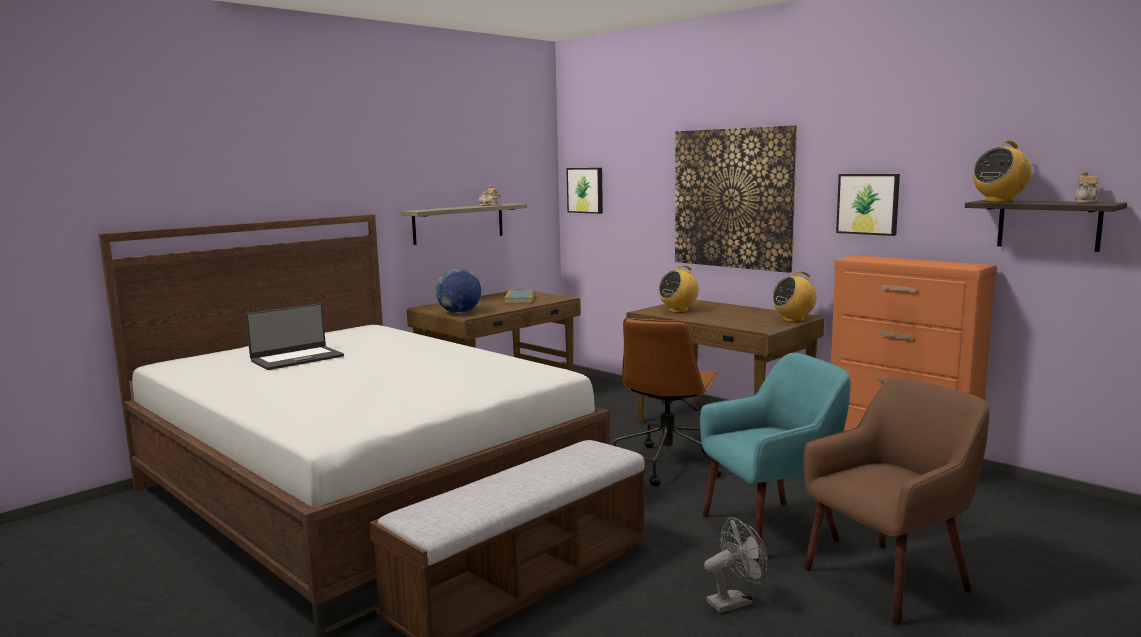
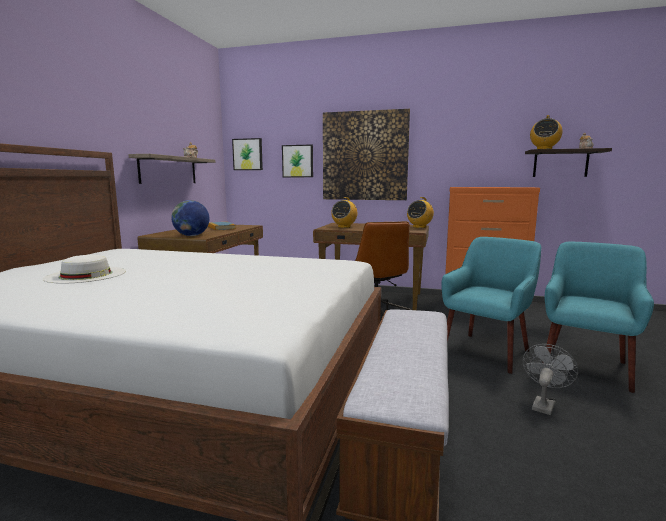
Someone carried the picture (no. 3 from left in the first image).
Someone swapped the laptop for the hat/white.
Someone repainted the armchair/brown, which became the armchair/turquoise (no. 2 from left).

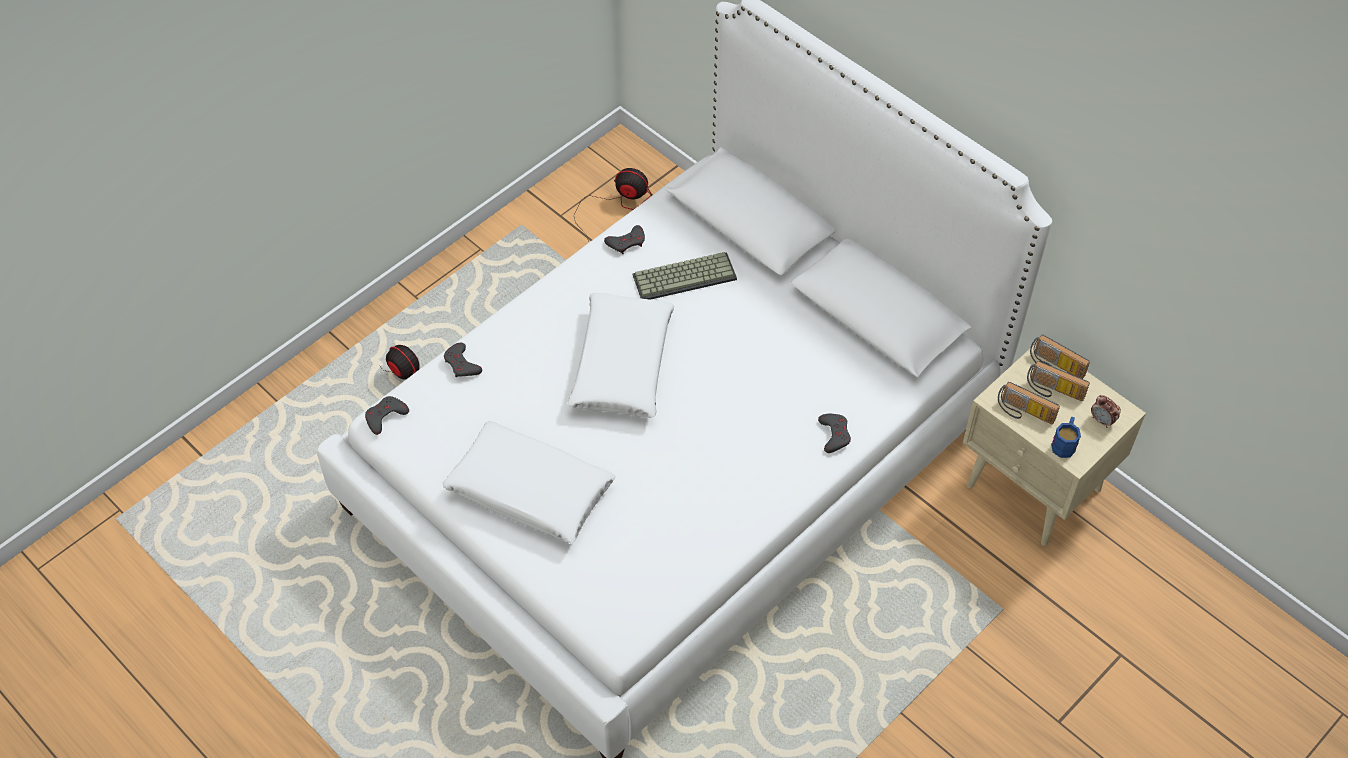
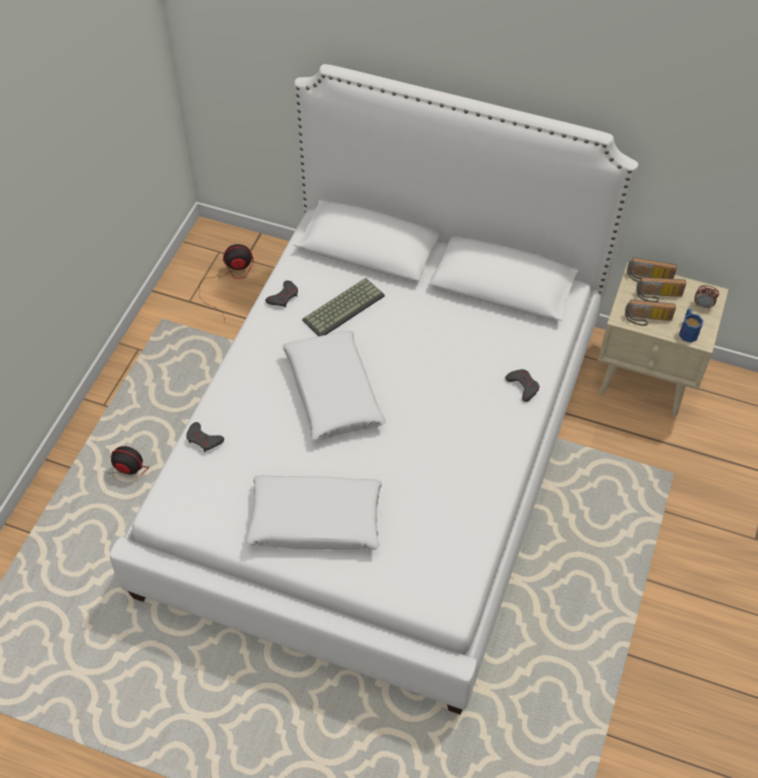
Someone took away the game controller/grey (no. 1 from left).

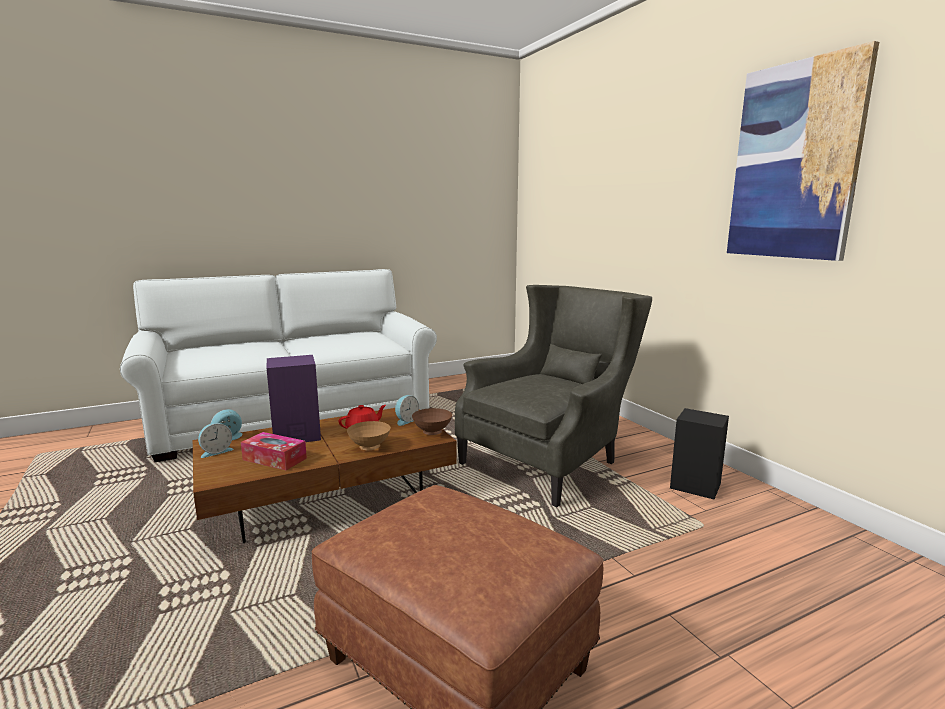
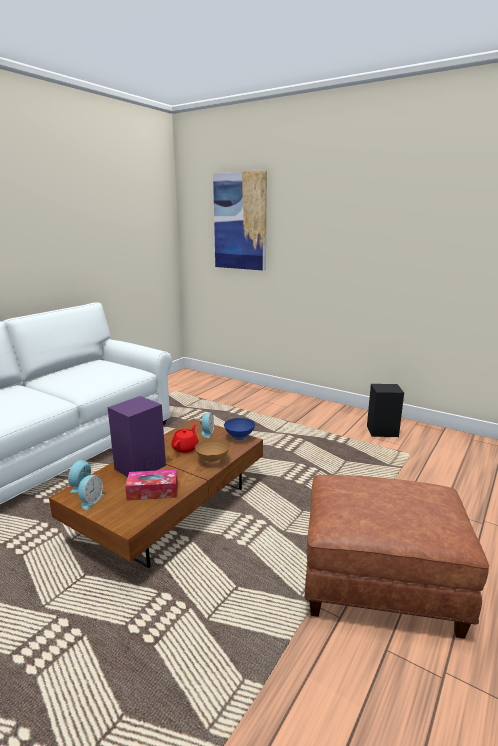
Someone carried the picture.
Someone took away the armchair/grey.
Someone repainted the bowl/brown (no. 2 from left), which became the bowl/blue.

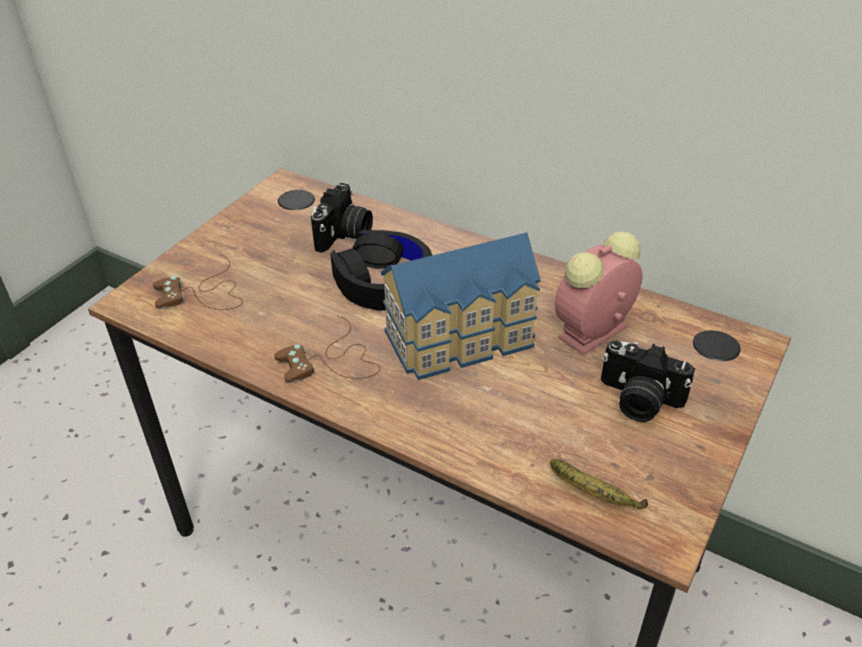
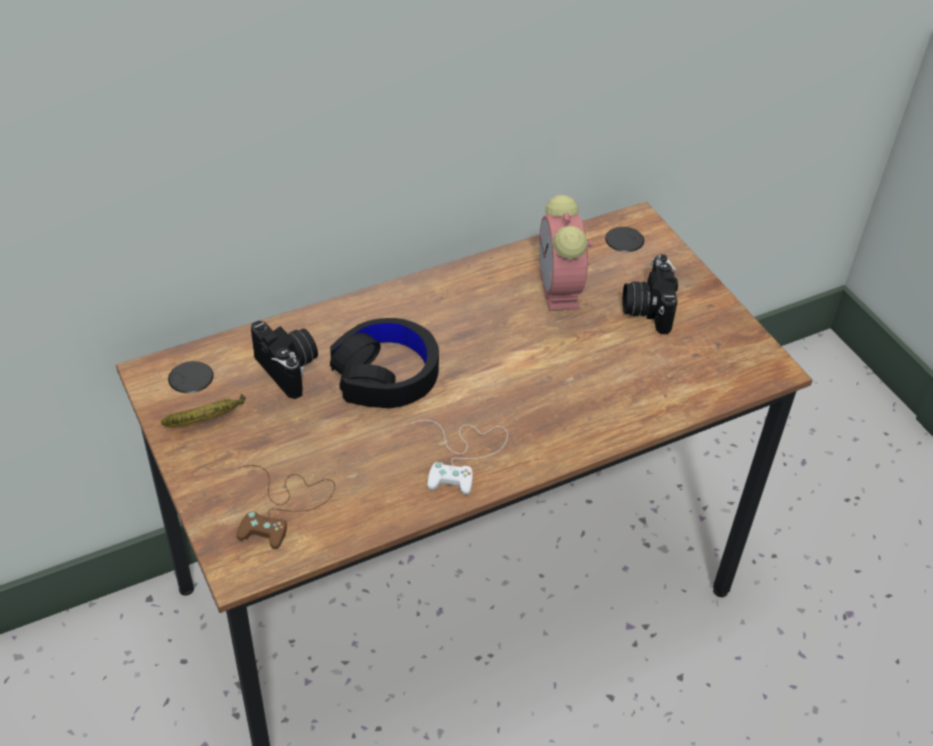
Someone took away the toy house.
Someone repainted the game controller/brown (no. 2 from left), which became the game controller/white.
Someone rotated the photo camera (no. 2 from left) by 120 degrees clockwise.
Someone carried the banana.

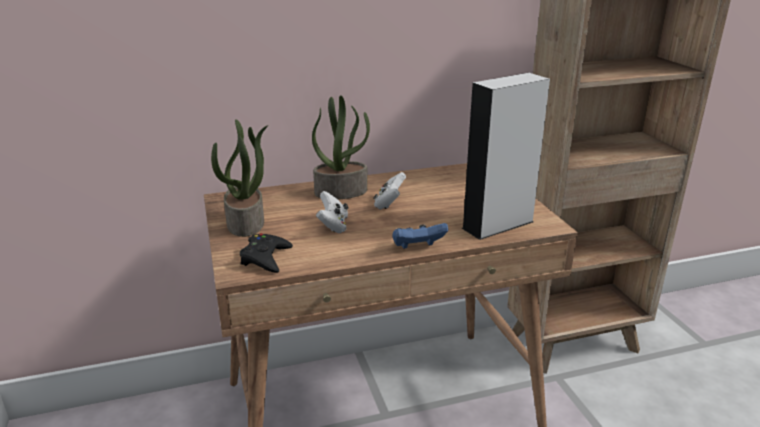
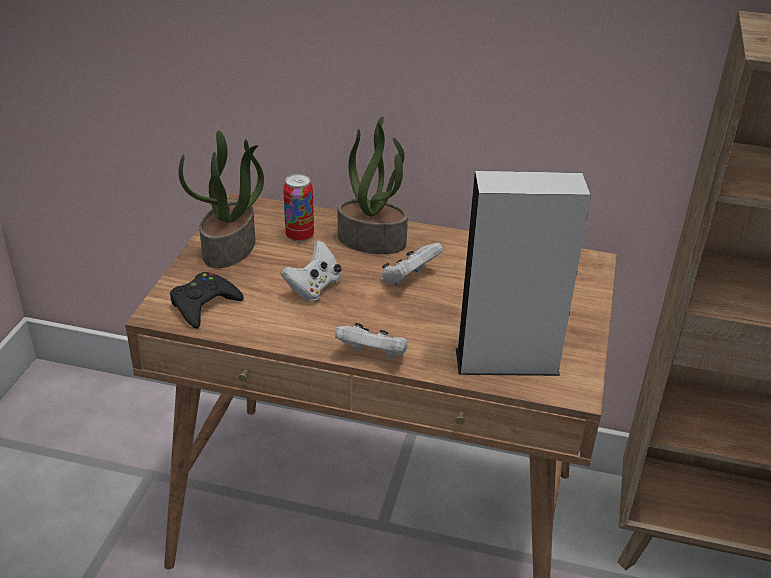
Someone repainted the game controller/blue, which became the game controller/white (no. 2 from left).
Someone put down the can.

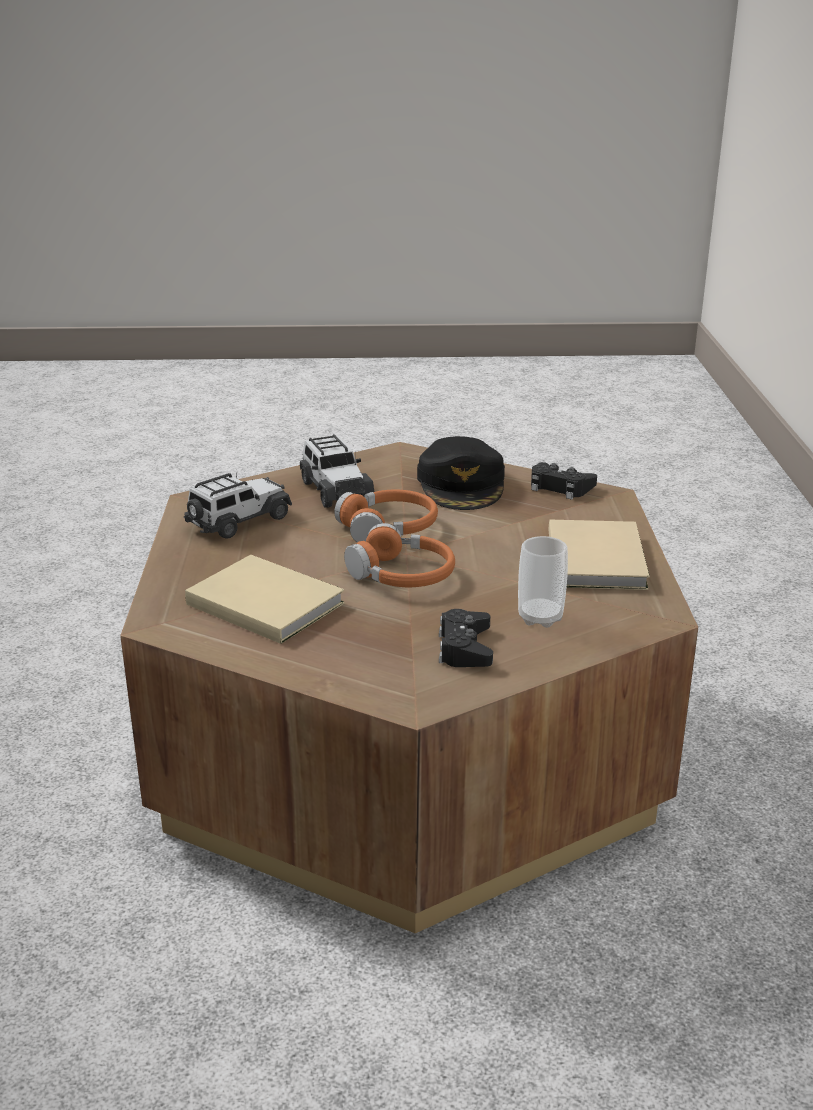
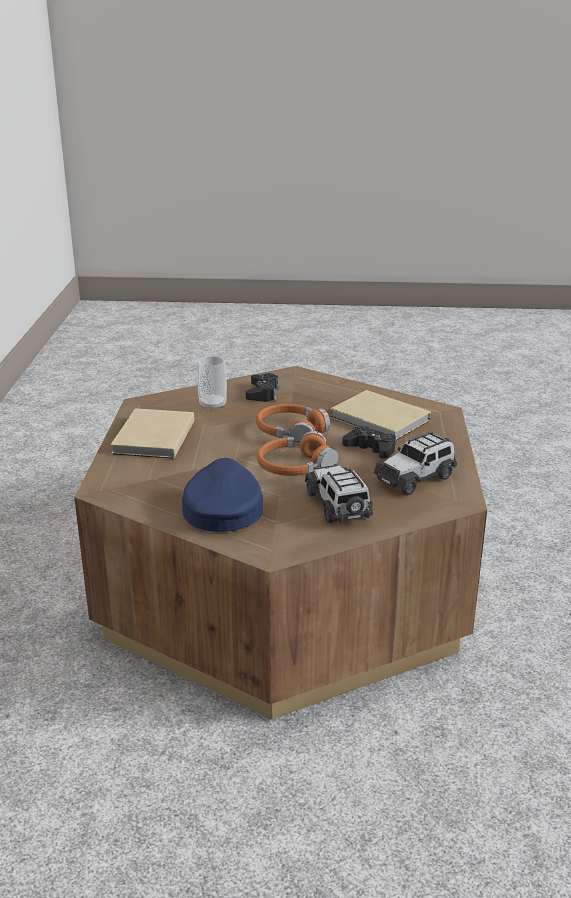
Someone repainted the cap/black, which became the cap/blue.
Someone carried the game controller/black (no. 2 from left).

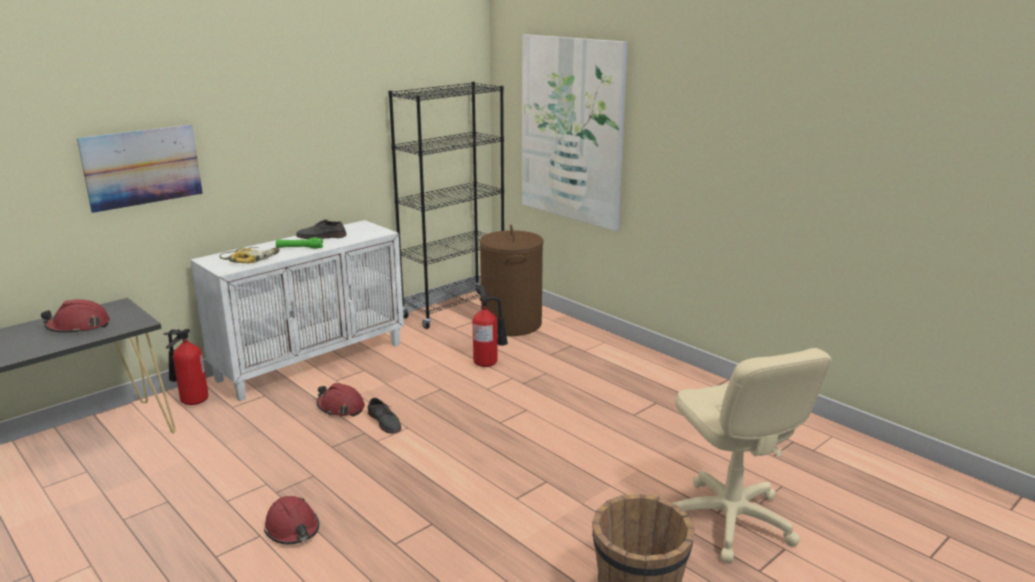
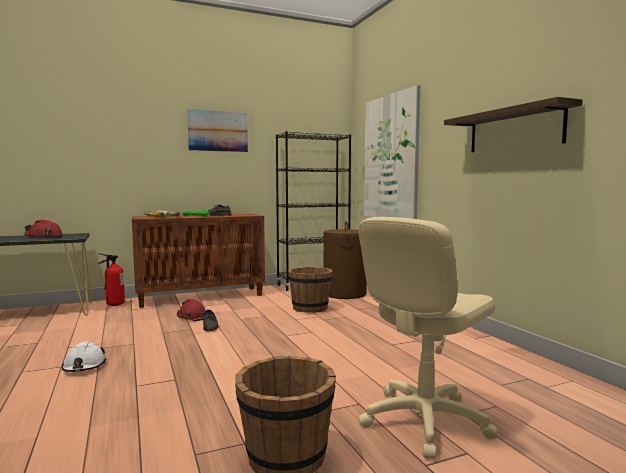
Someone carried the picture (no. 1 from left).
Someone repainted the cabinet/white, which became the cabinet/brown.
Someone swapped the fire extinguisher (no. 2 from left) for the bucket/brown (no. 2 from left).
Someone rotated the office chair/beige by 45 degrees clockwise.
Someone repainted the hard hat/red (no. 2 from left), which became the hard hat/white.
Someone put up the shelf.

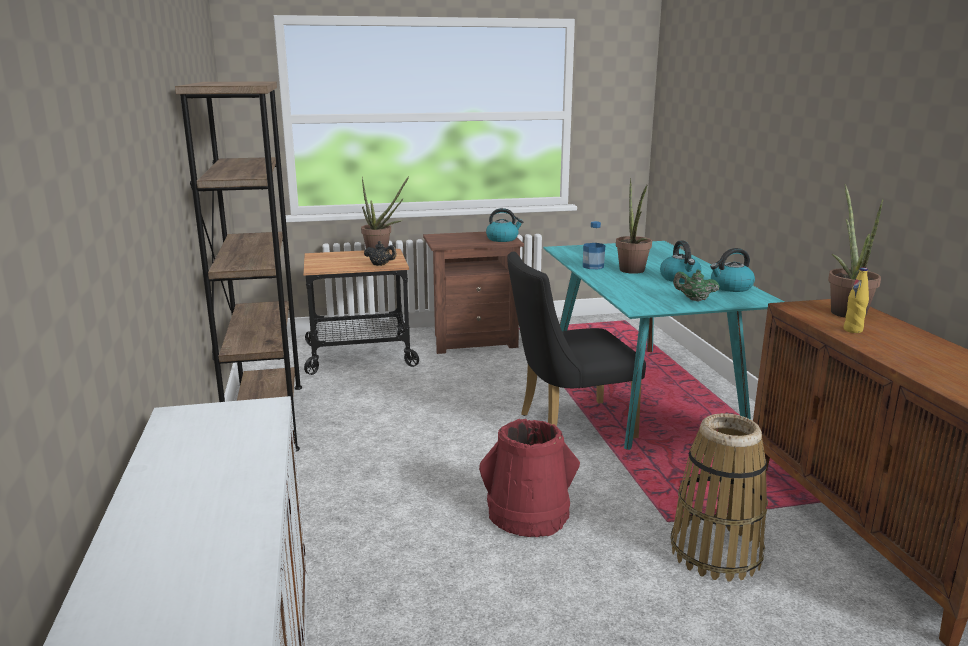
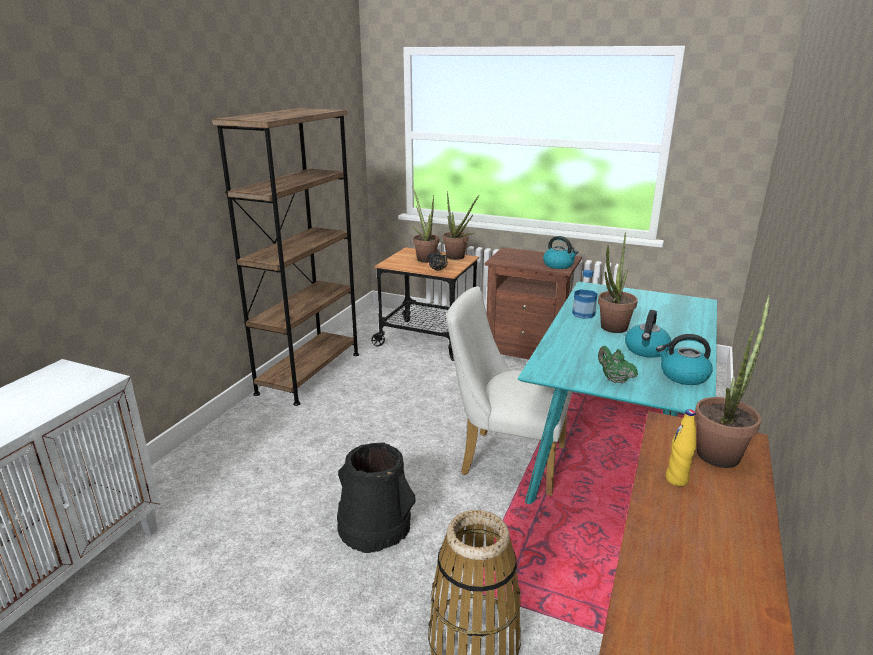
Someone repainted the chair/black, which became the chair/white.
Someone repainted the bucket/red, which became the bucket/black.
Someone put down the potted plant (no. 1 from left).

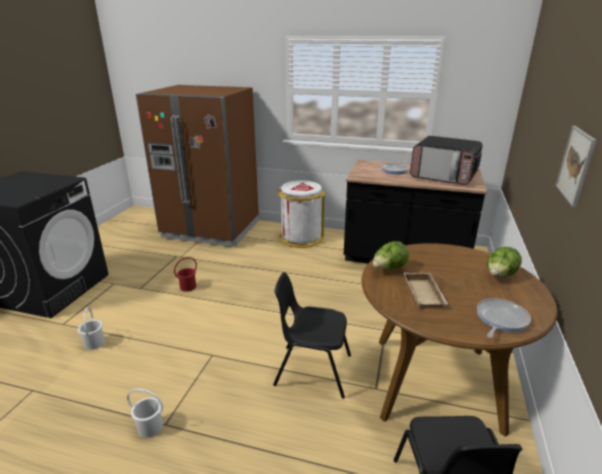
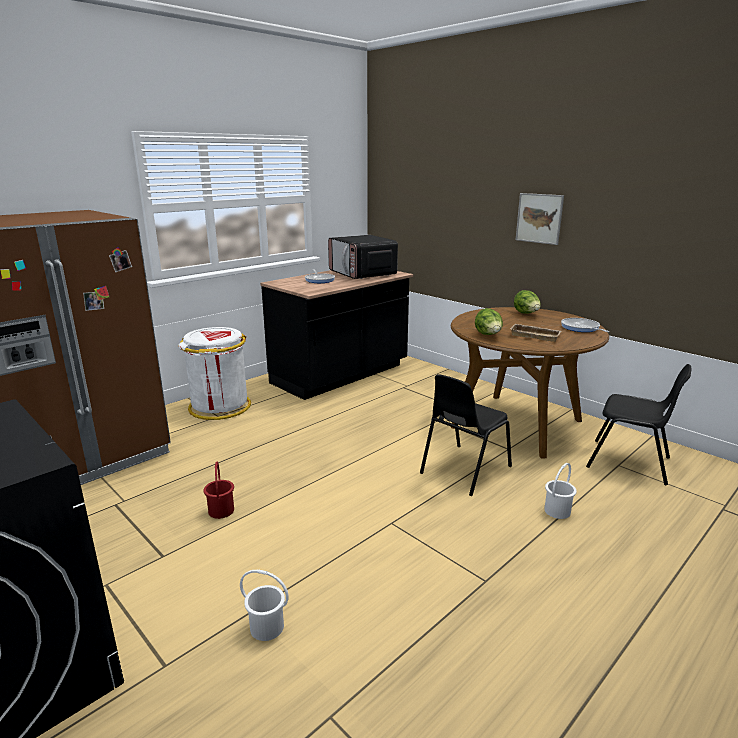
Someone rotated the microwave by 90 degrees clockwise.
Someone carried the bucket/white (no. 2 from left).

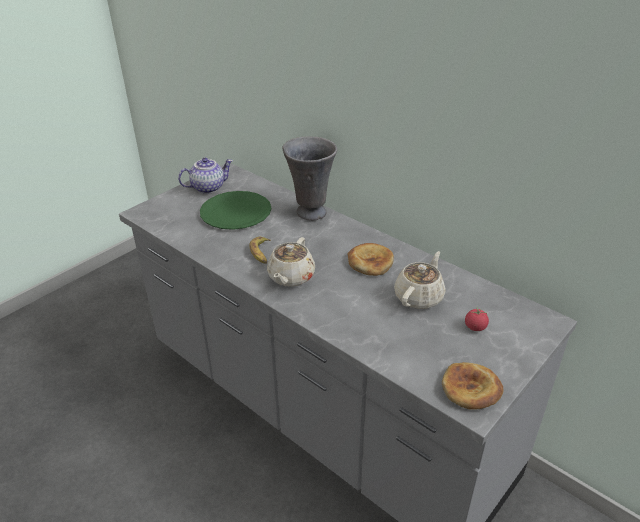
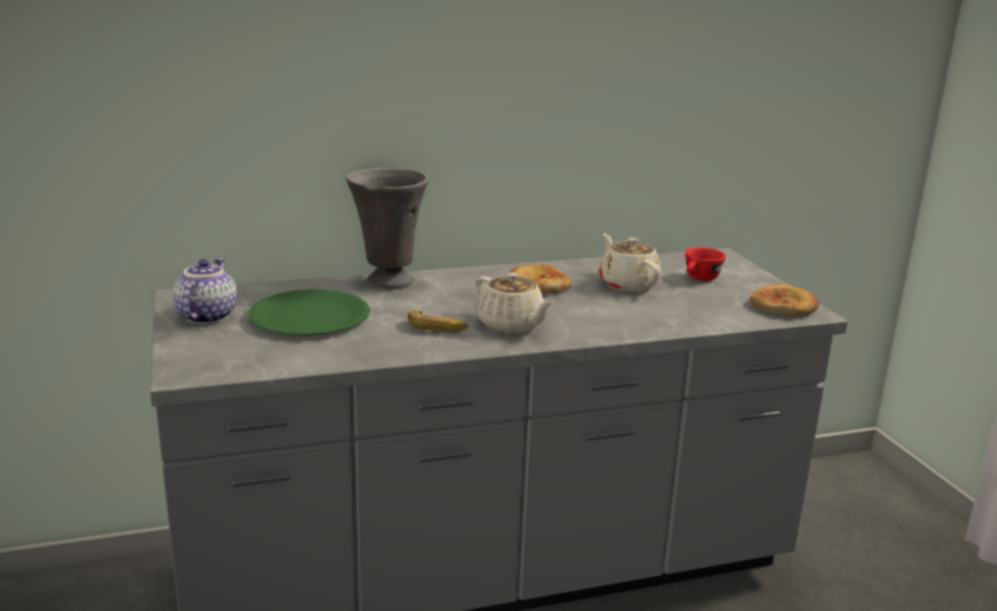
Someone swapped the tomato for the cup/red.

